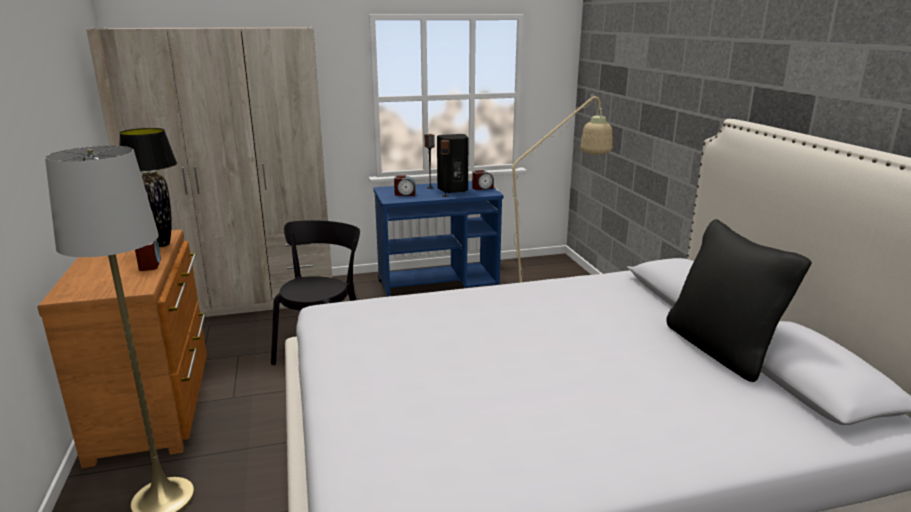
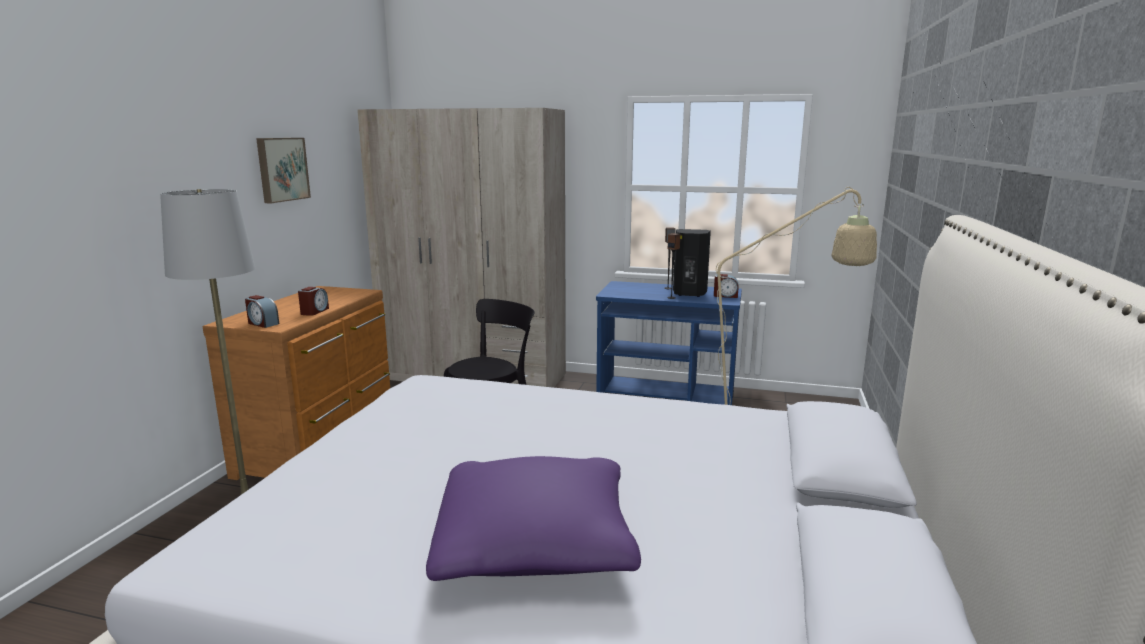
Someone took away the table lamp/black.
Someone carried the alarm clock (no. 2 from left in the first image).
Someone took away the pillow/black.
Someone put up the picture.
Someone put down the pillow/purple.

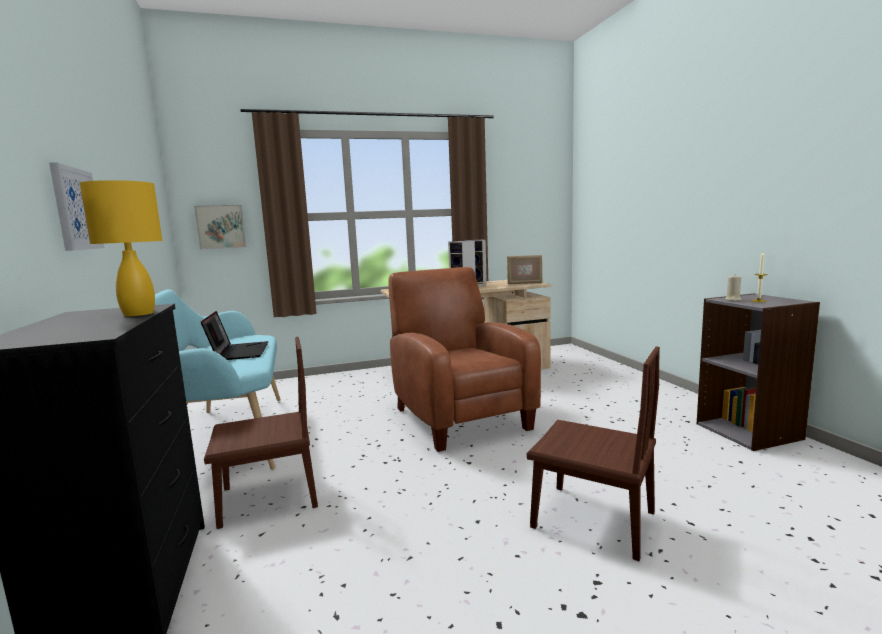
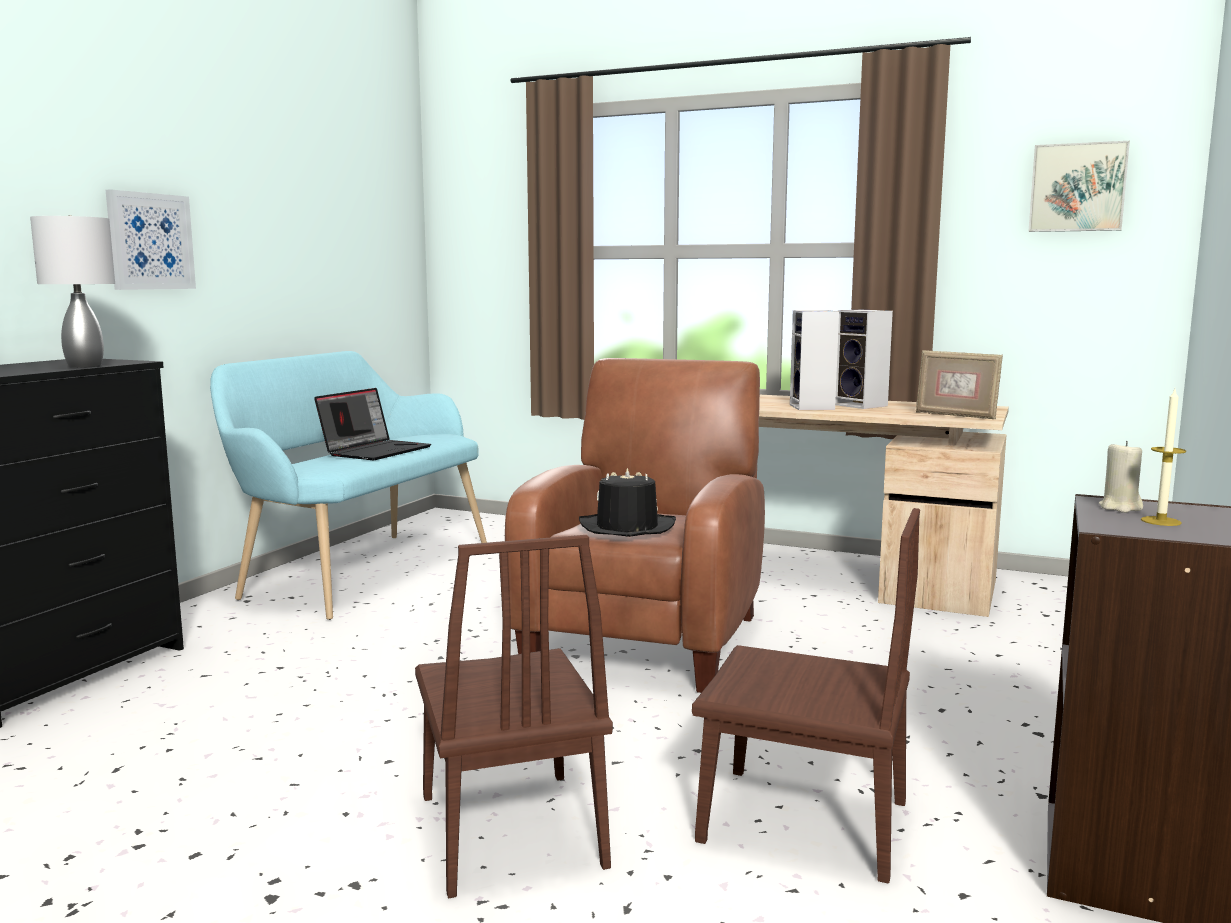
Someone repainted the table lamp/yellow, which became the table lamp/grey.
Someone carried the picture (no. 2 from left).
Someone carried the chair/brown (no. 1 from left in the first image).
Someone put down the hat/black.

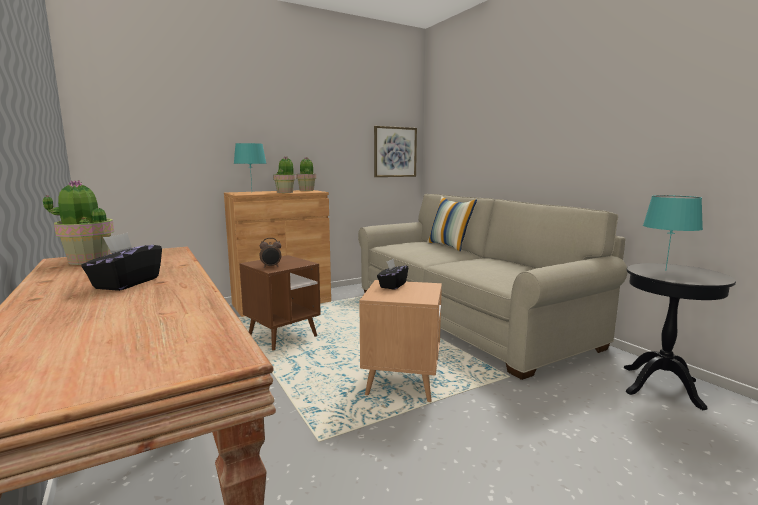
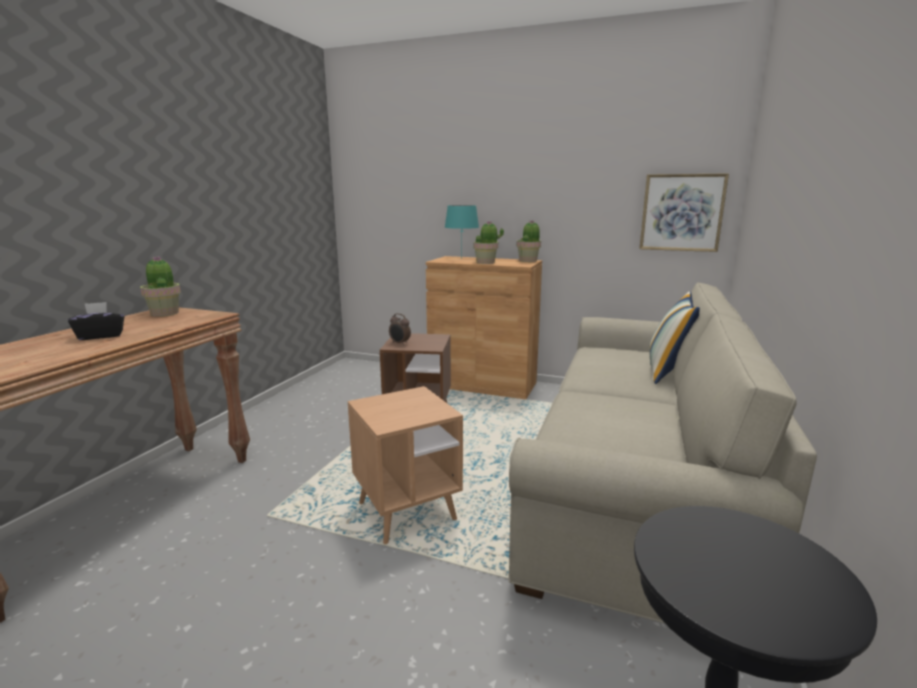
Someone took away the table lamp/turquoise (no. 2 from left).
Someone took away the tissue box/black (no. 2 from left).

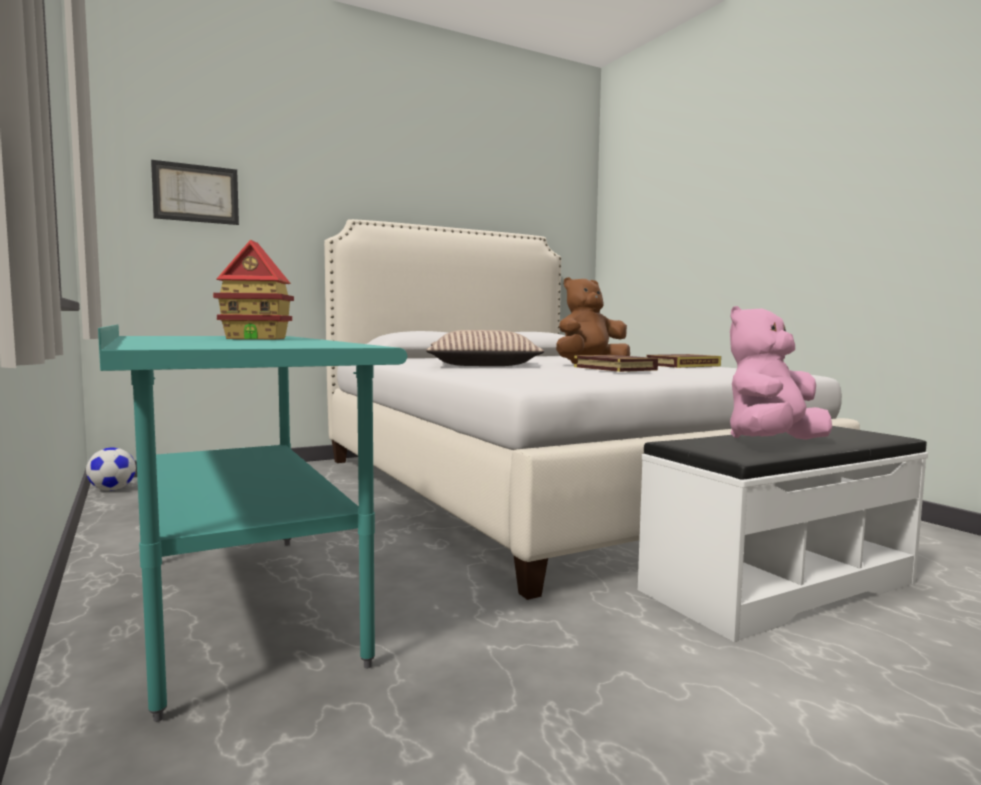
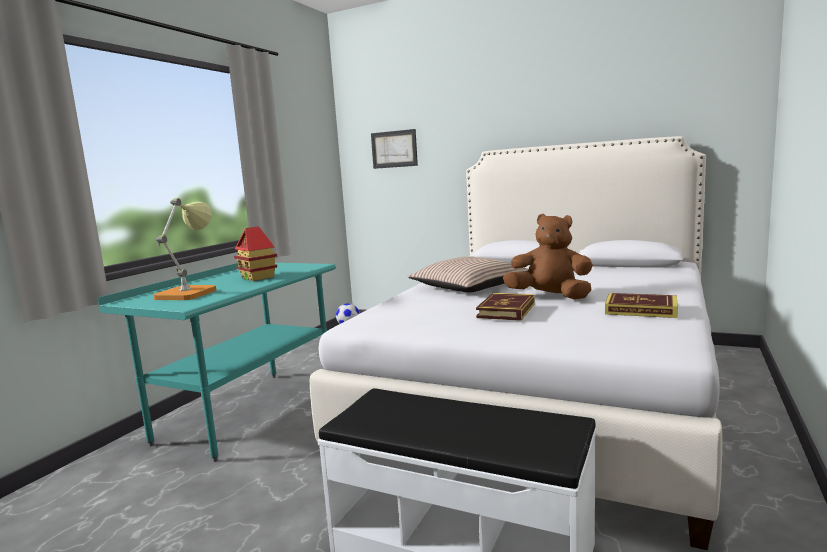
Someone took away the plush toy/pink.
Someone put down the table lamp.

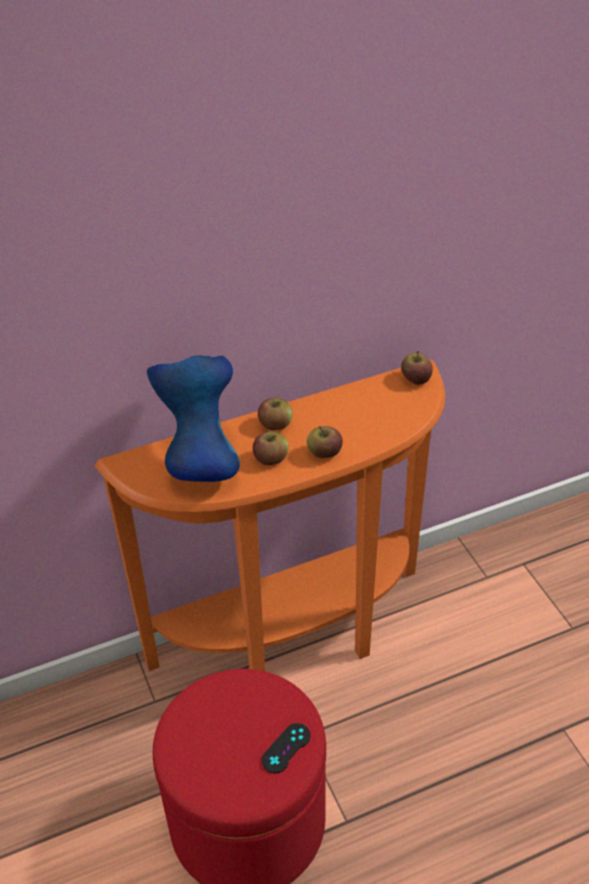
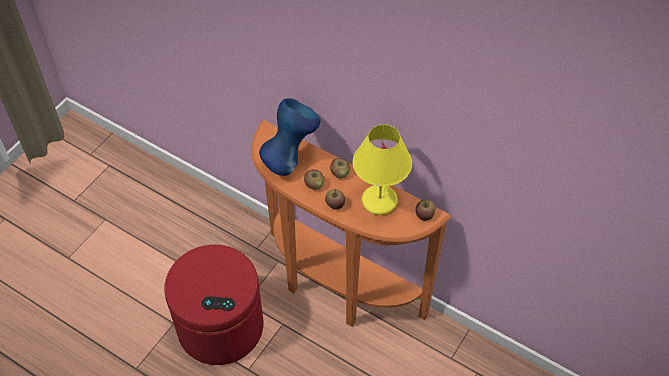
Someone put down the table lamp/yellow.

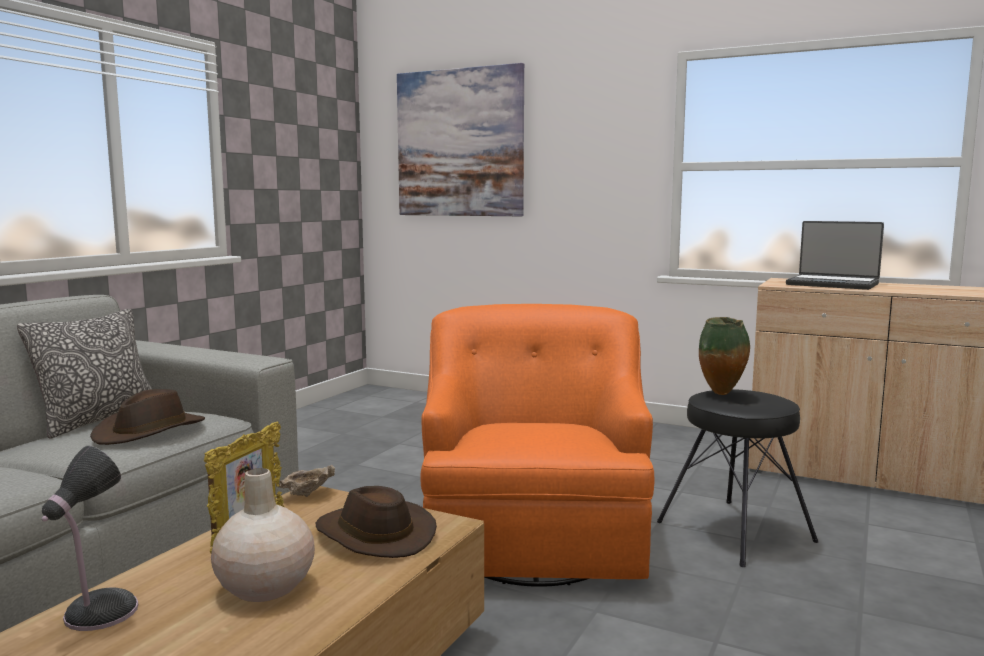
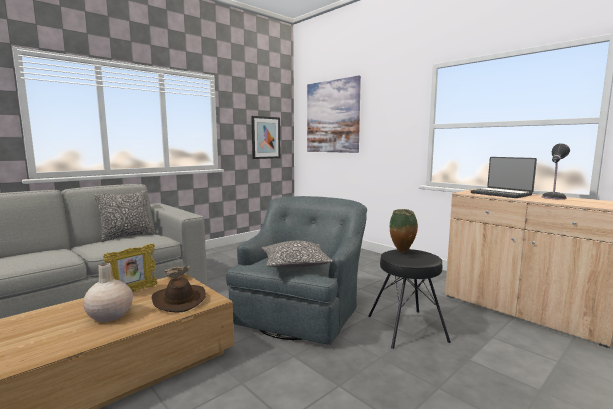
Someone repainted the armchair/orange, which became the armchair/grey.
Someone took away the hat/brown (no. 1 from left).
Someone carried the table lamp.
Someone put up the picture (no. 1 from left).
Someone put down the pillow (no. 2 from left).

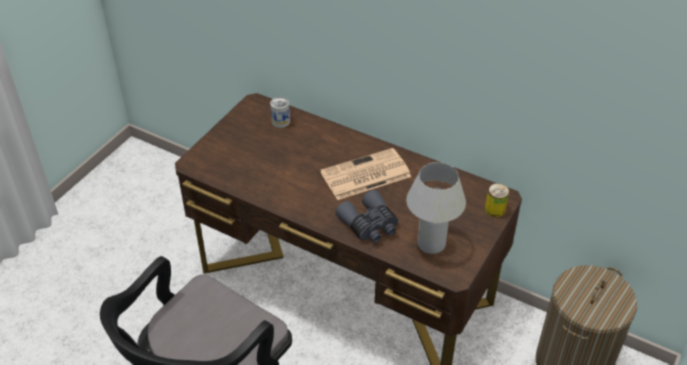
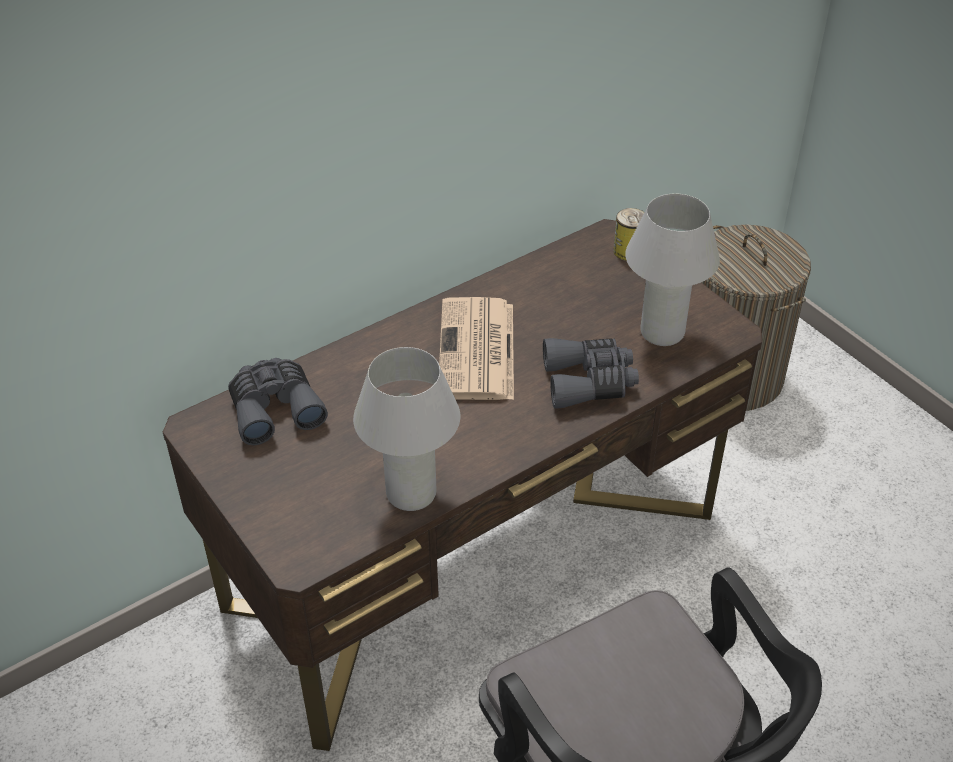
Someone swapped the can (no. 1 from left) for the binoculars/grey (no. 1 from left).
Someone put down the table lamp/white (no. 1 from left).

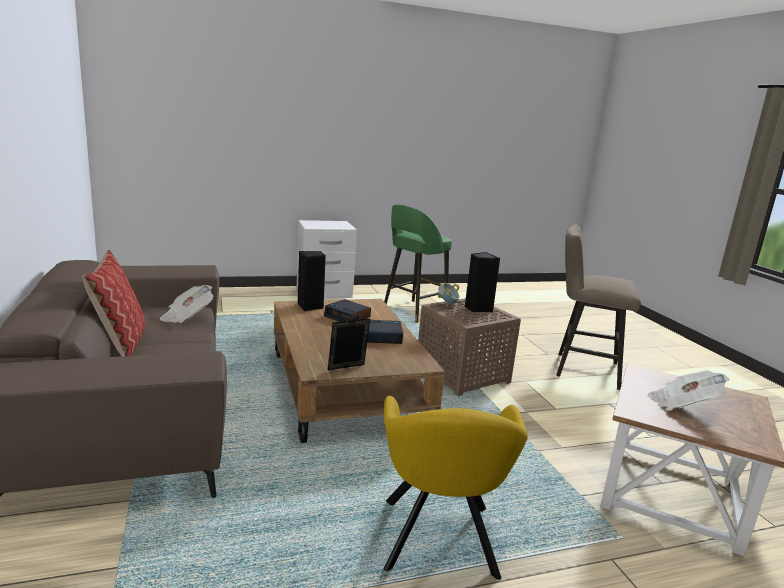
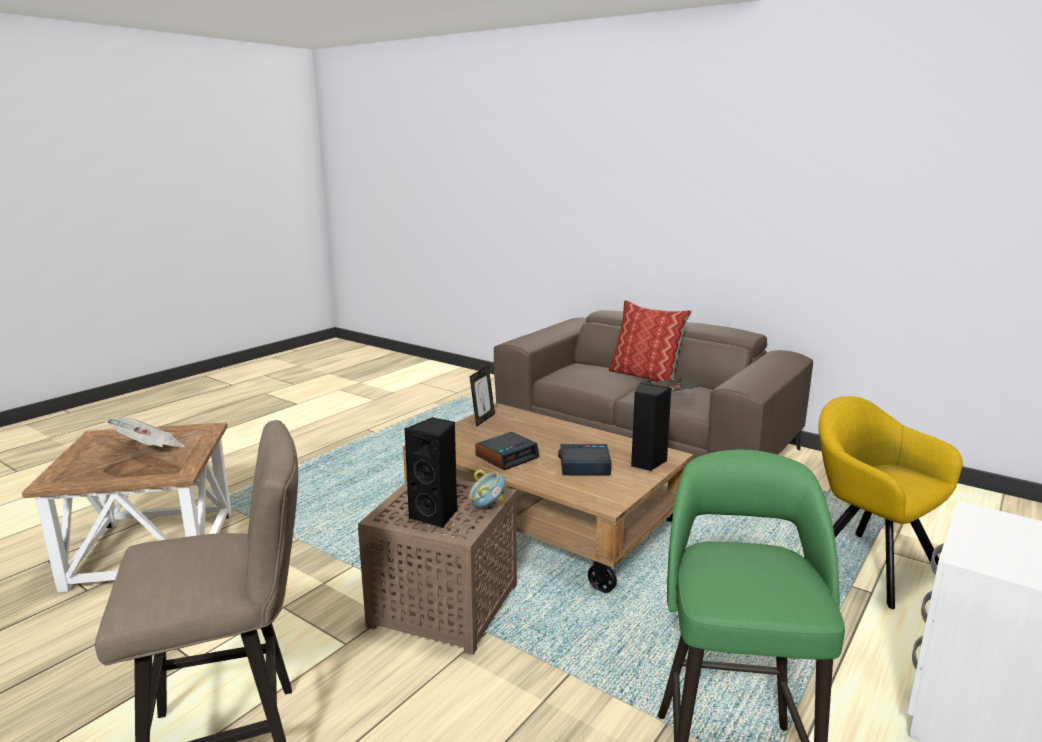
Someone carried the armchair/yellow.

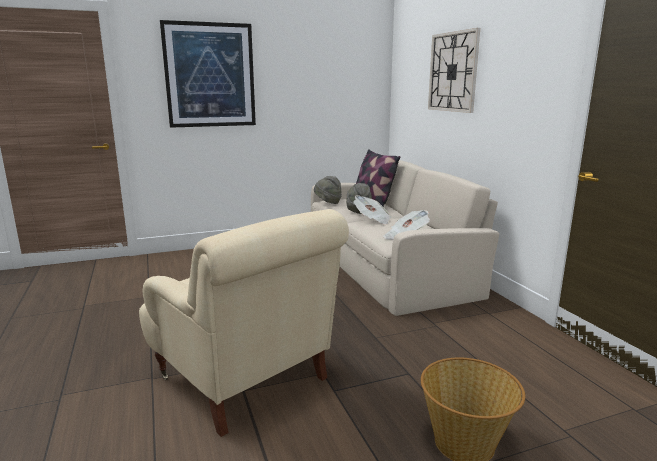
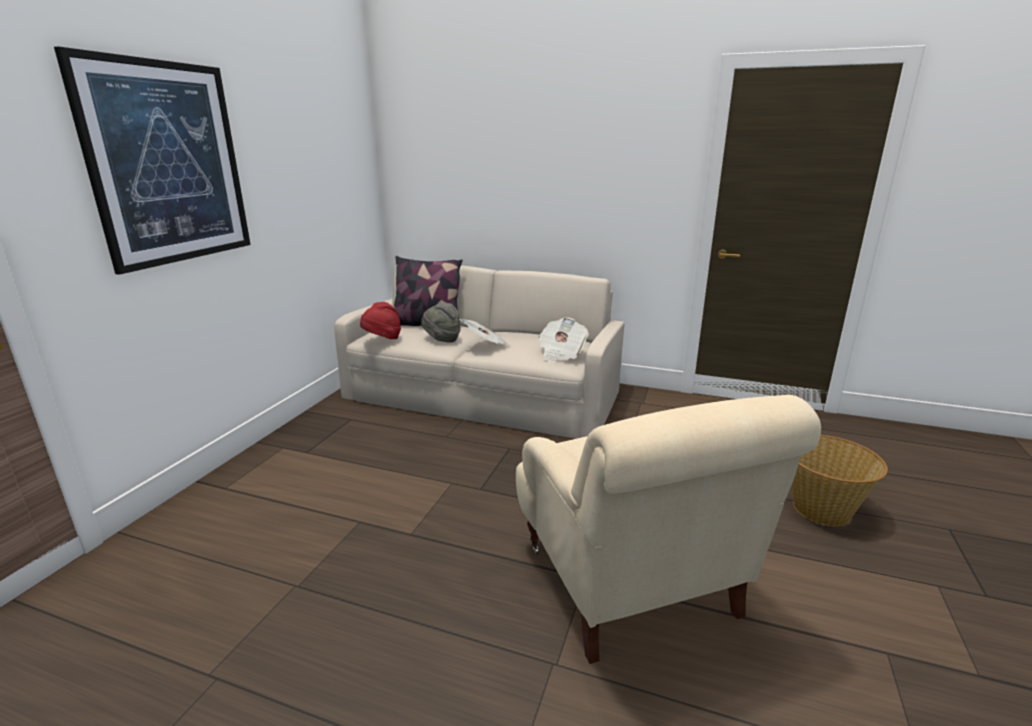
Someone took away the wall clock.
Someone repainted the hat/grey (no. 1 from left), which became the hat/red.
Someone rotated the armchair/beige by 75 degrees clockwise.

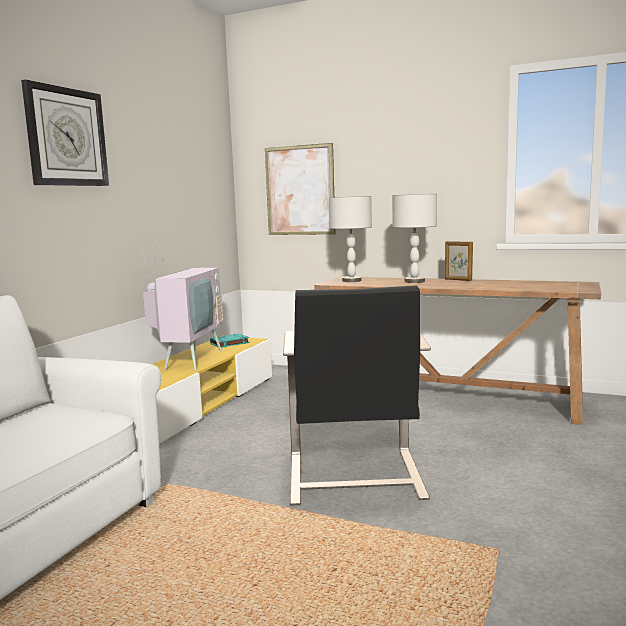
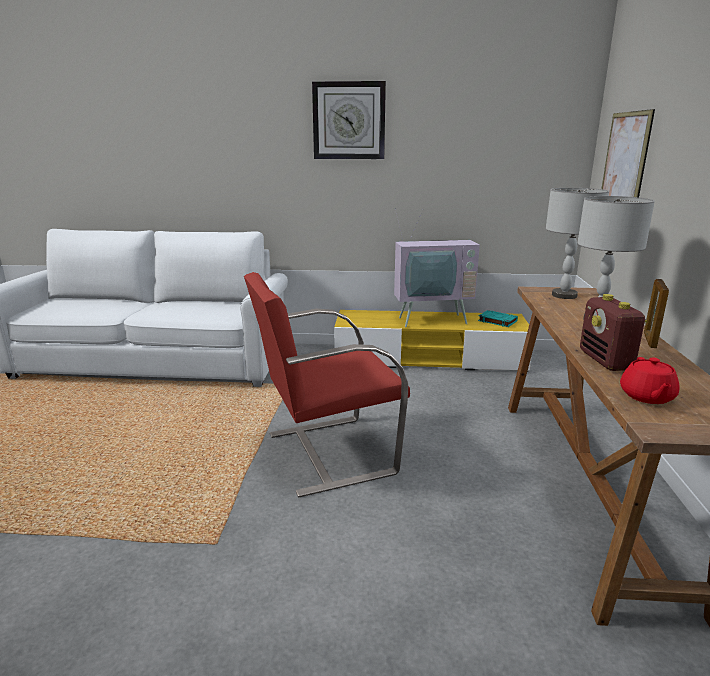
Someone repainted the armchair/black, which became the armchair/red.
Someone put down the radio.
Someone put down the teapot/red.

